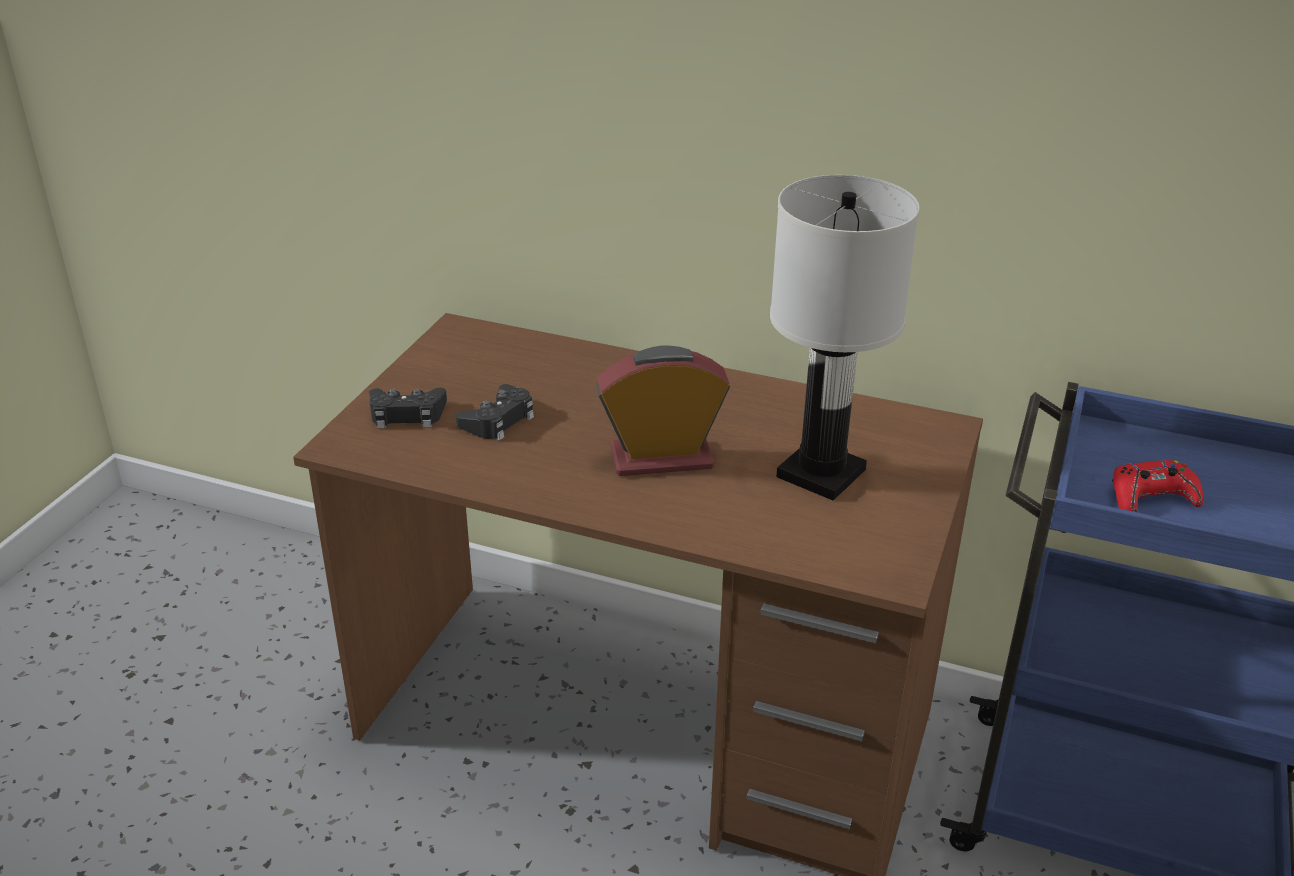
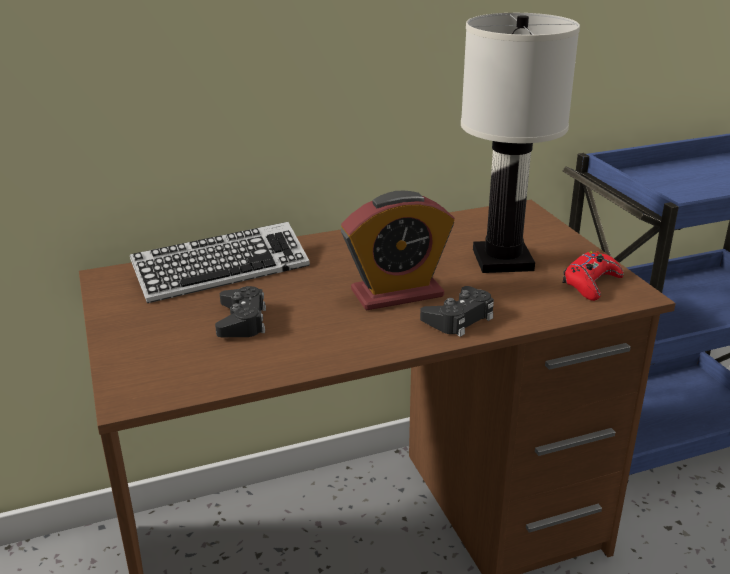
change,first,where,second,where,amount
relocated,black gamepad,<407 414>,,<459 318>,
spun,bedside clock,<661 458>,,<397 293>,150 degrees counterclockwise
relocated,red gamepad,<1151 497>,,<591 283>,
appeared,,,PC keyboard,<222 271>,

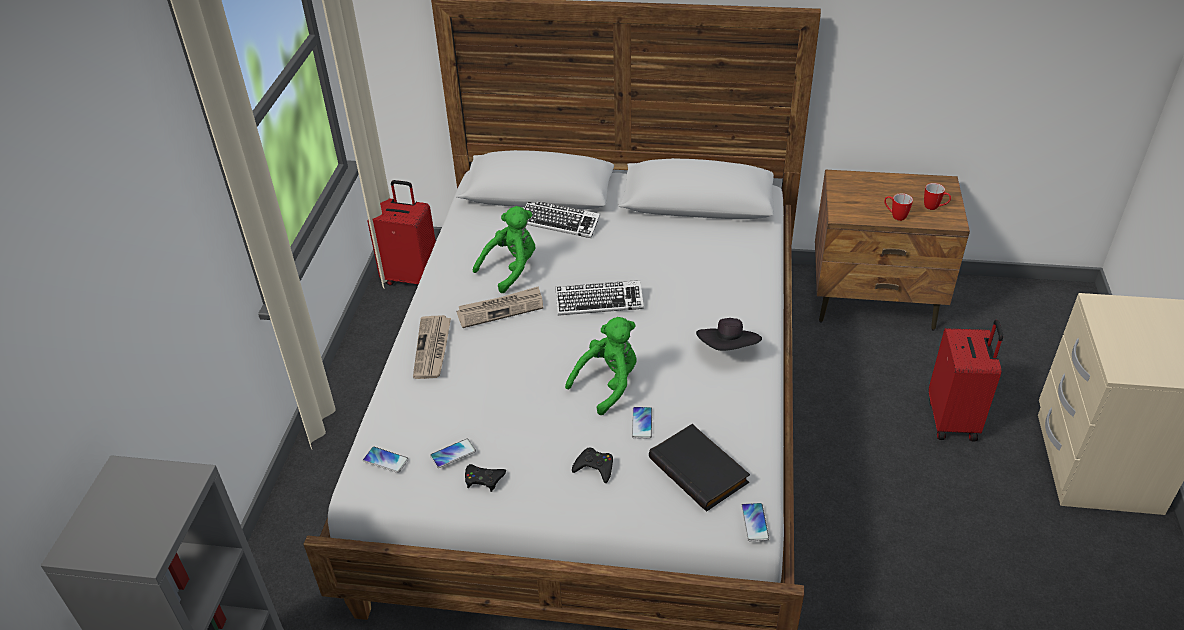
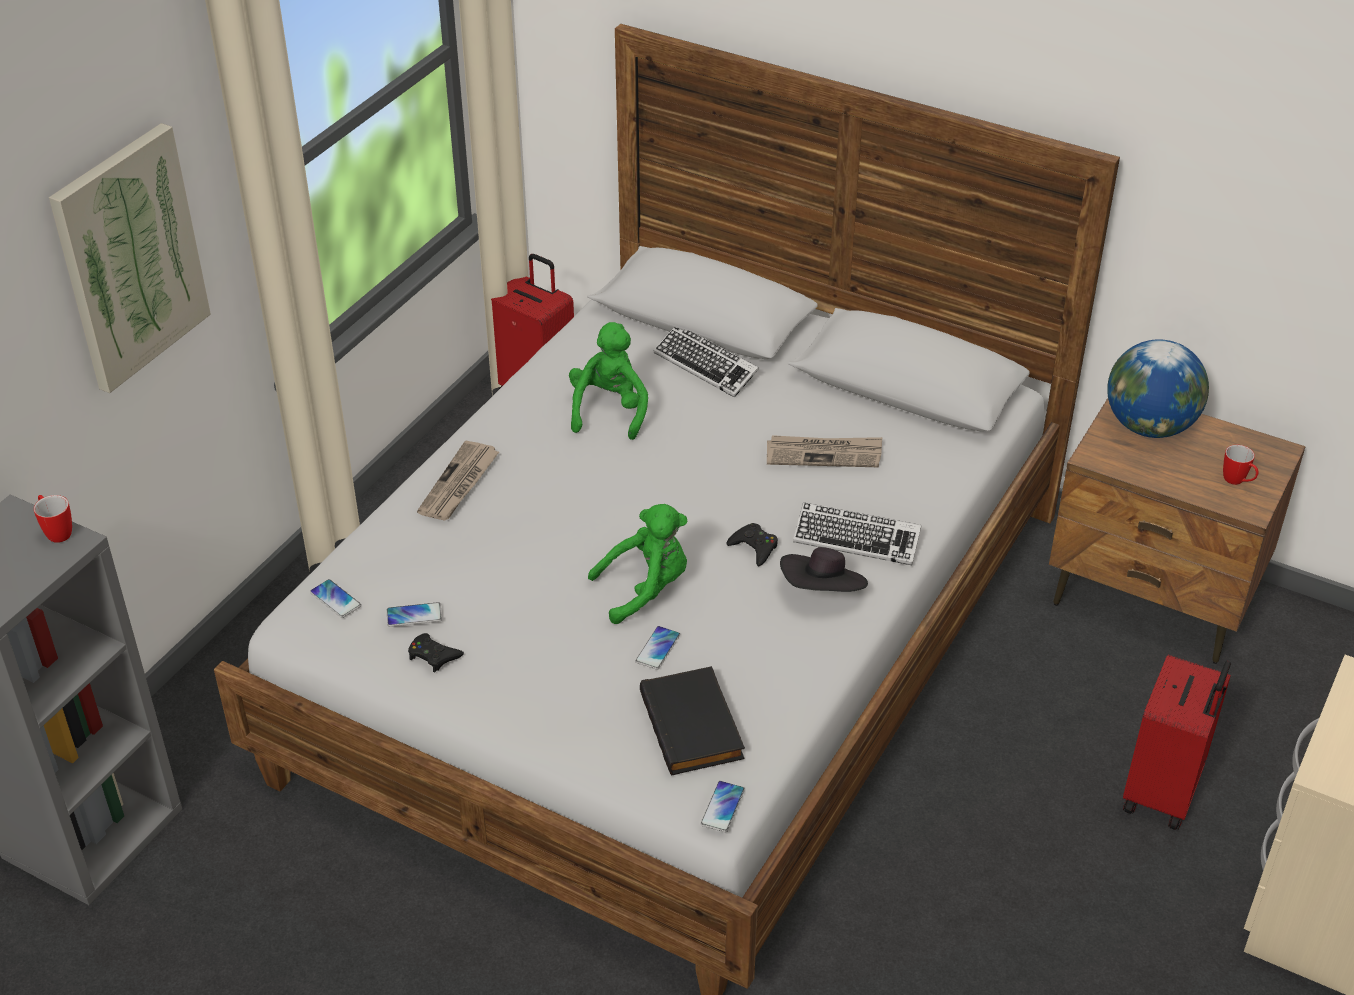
change,first,where,second,where,amount
relocated,newspaper,<501 309>,,<824 454>,
spun,greenish soft toy,<511 269>,,<609 410>,60 degrees counterclockwise
relocated,PC keyboard,<599 302>,,<856 539>,
relocated,black gamepad,<595 467>,,<754 547>,
relocated,tea mug,<895 216>,,<56 532>,
appeared,,,wall picture,<129 257>,
appeared,,,globe,<1149 427>,

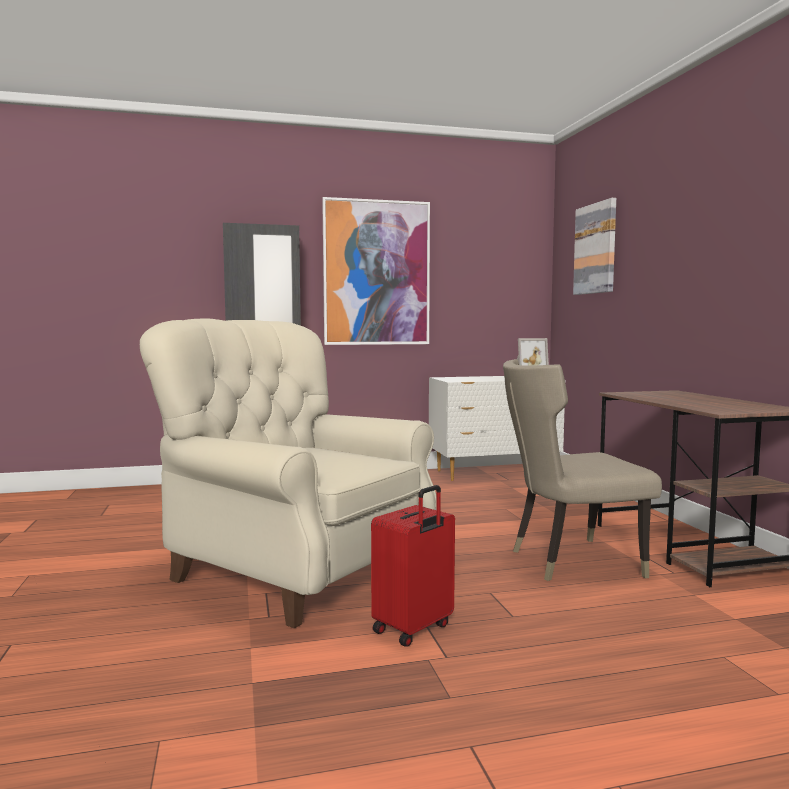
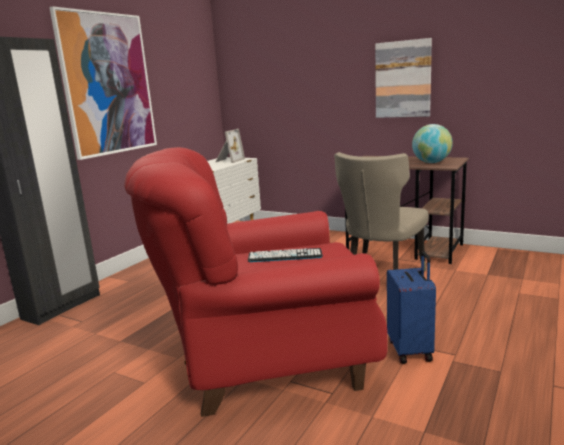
change,first,where,second,where,amount
colour,beige-coloured lounge chair,<290 571>,red lounge chair,<266 359>,
colour,red travel case,<414 629>,bluish travel case,<411 350>,
relocated,wall picture,<595 249>,,<403 79>,
appeared,,,PC keyboard,<285 256>,
appeared,,,globe,<431 162>,

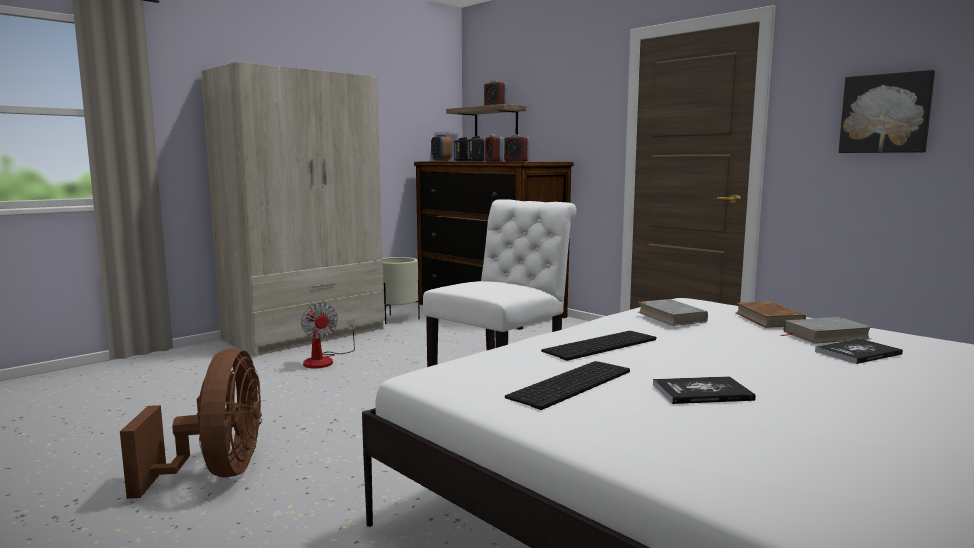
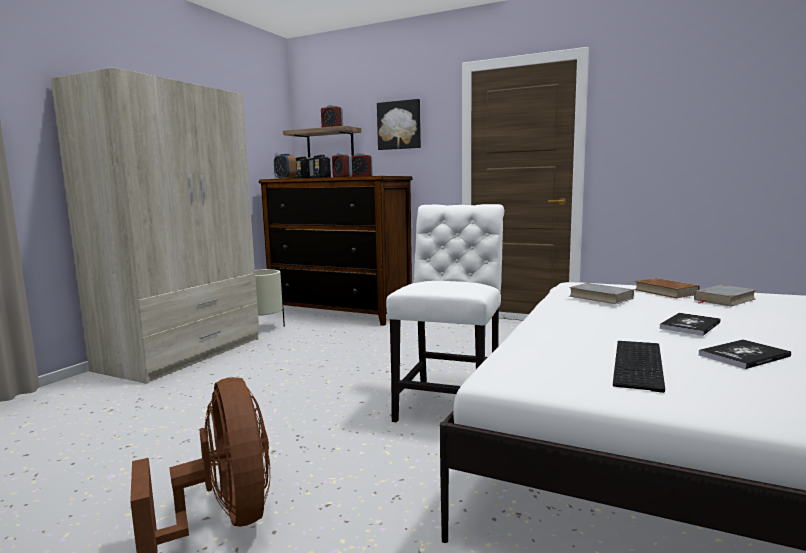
change,first,where,second,where,amount
missing,cooling fan,<324 360>,,,
missing,PC keyboard,<601 346>,,,
relocated,book,<858 353>,,<690 325>,
relocated,wall picture,<885 113>,,<399 125>,

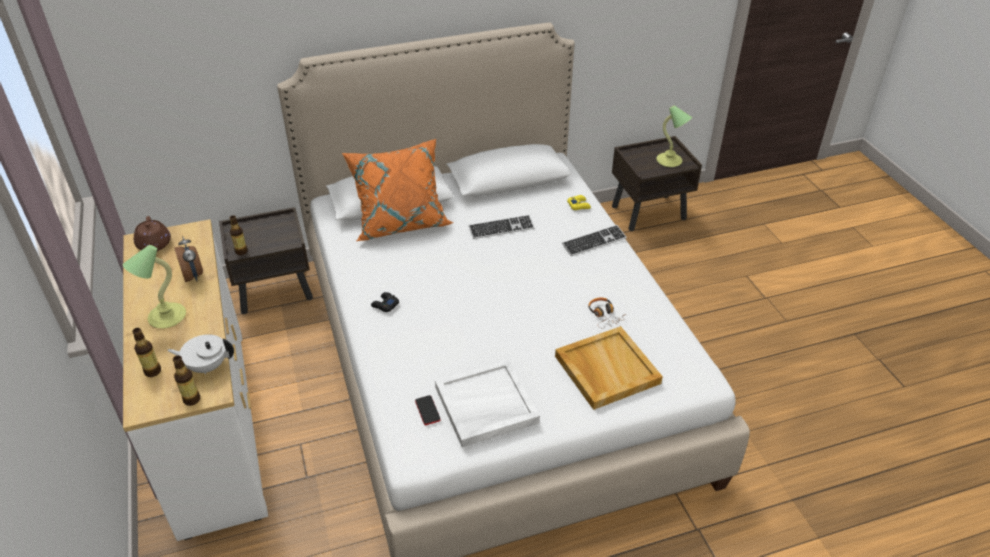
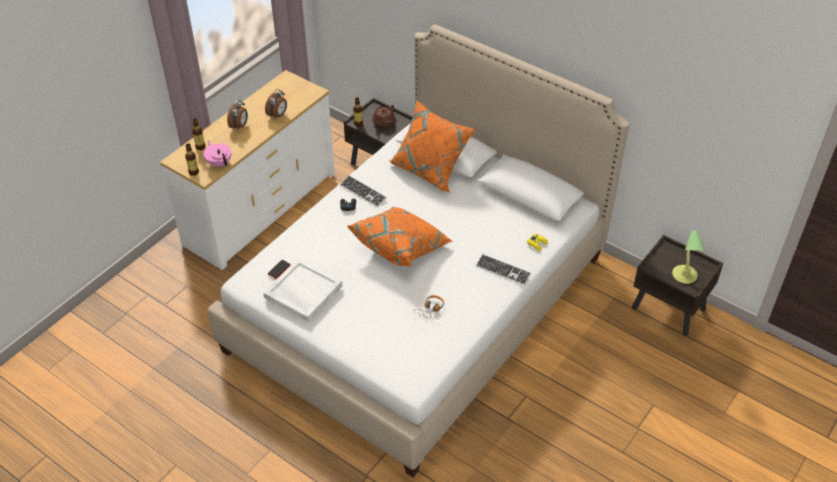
change,first,where,second,where,amount
exchanged,lamp for a table,<165 317>,bedside clock,<239 126>,
relocated,brown-coloured teapot,<154 245>,,<383 122>,
colour,white teapot,<207 366>,pink teapot,<219 163>,
relocated,PC keyboard,<501 228>,,<363 192>,
missing,beige-coloured carrying tray,<606 369>,,,
appeared,,,orange-coloured pillow,<401 246>,

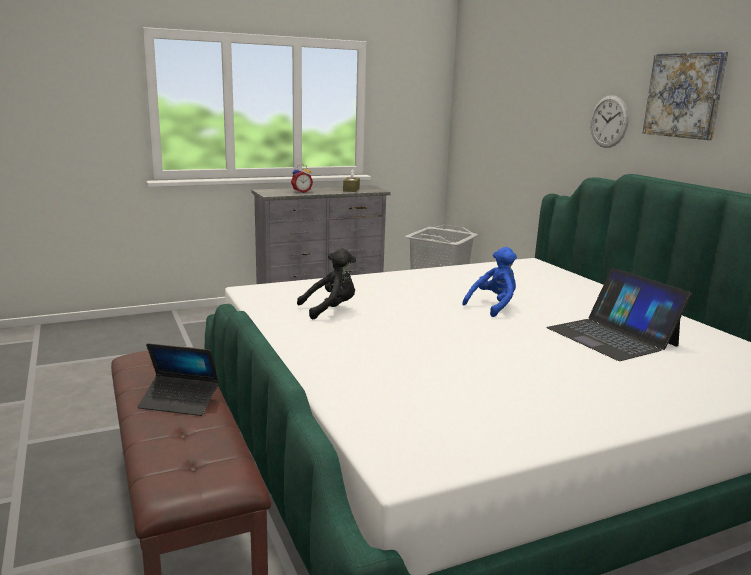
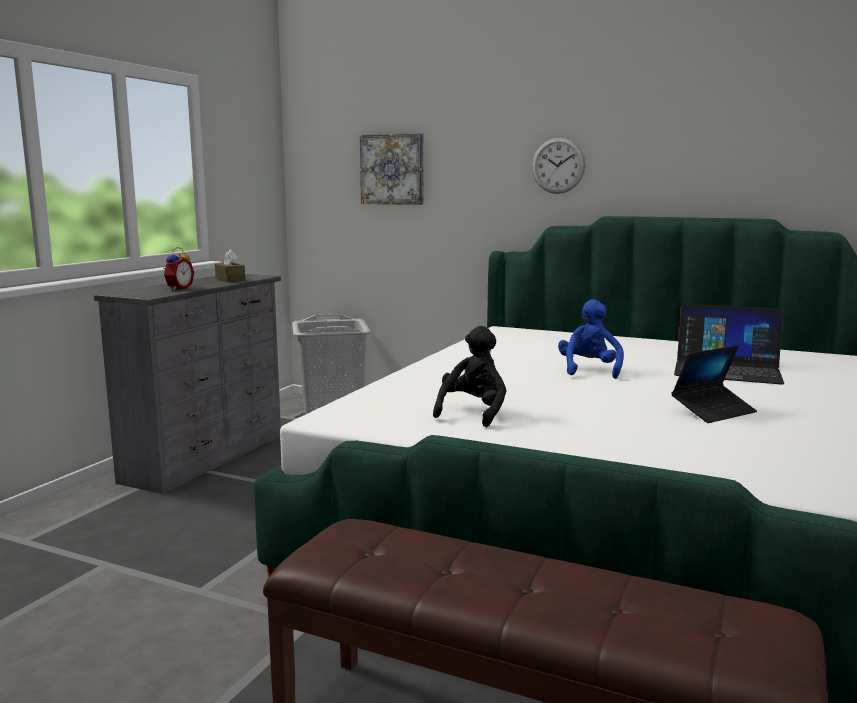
change,first,where,second,where,amount
relocated,portable computer,<179 402>,,<713 411>,
relocated,wall picture,<685 95>,,<392 169>,

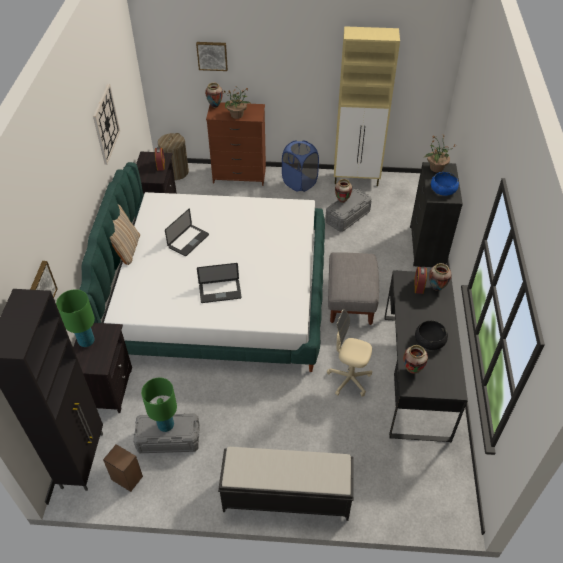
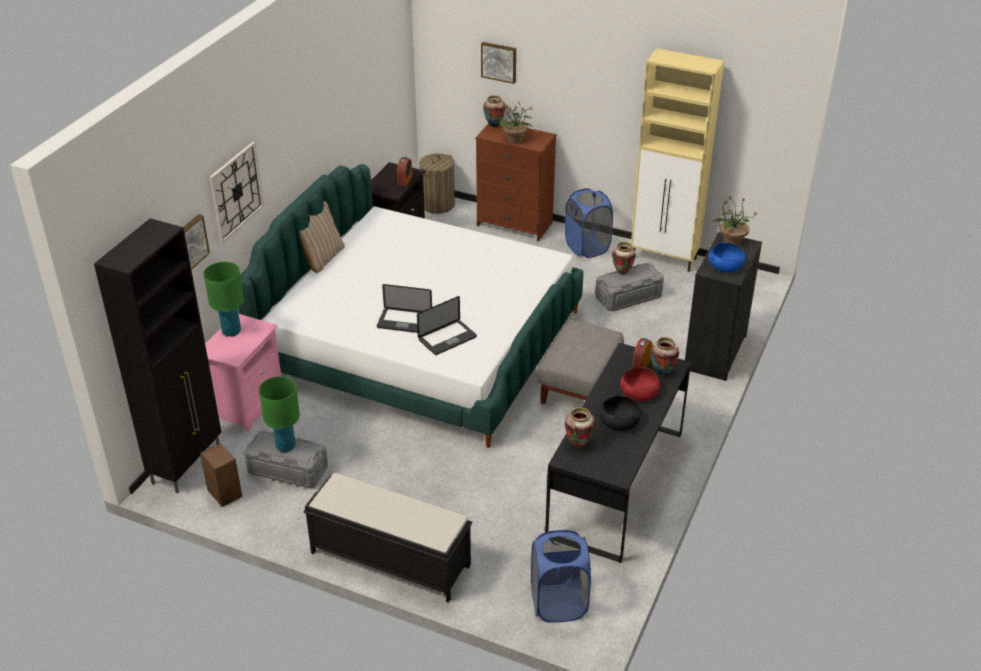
change,first,where,second,where,amount
colour,black night table,<108 388>,pink night table,<247 405>,
relocated,clock on the wall,<106 124>,,<236 191>,
relocated,portable computer,<188 241>,,<447 338>,
missing,beige-coloured desk chair,<349 379>,,,
appeared,,,bluish hamper,<558 603>,
appeared,,,red deep dish,<639 392>,

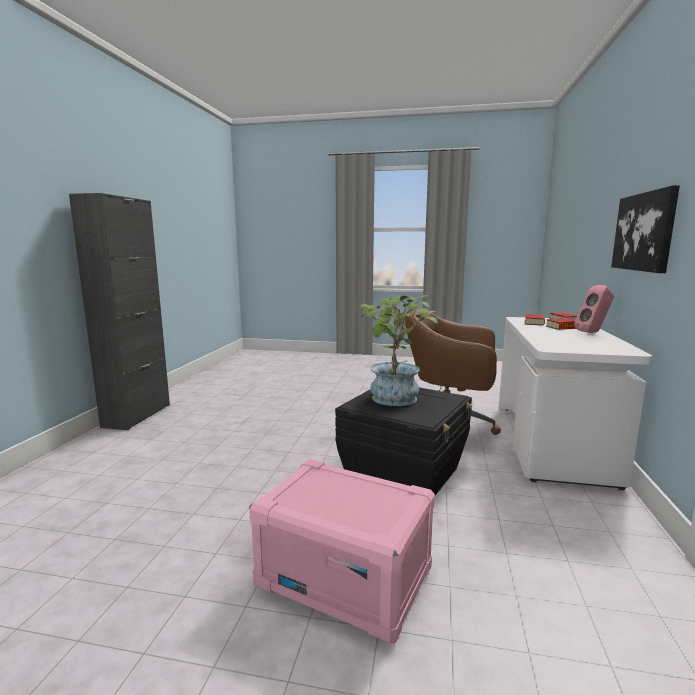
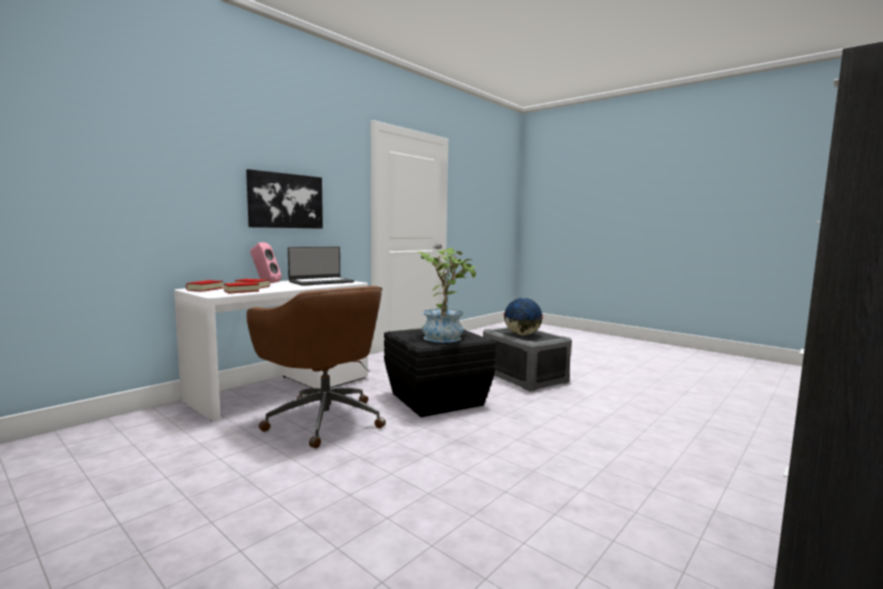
change,first,where,second,where,amount
colour,pink storage box,<345 576>,grey storage box,<523 377>,
appeared,,,portable computer,<321 282>,
appeared,,,globe,<522 335>,

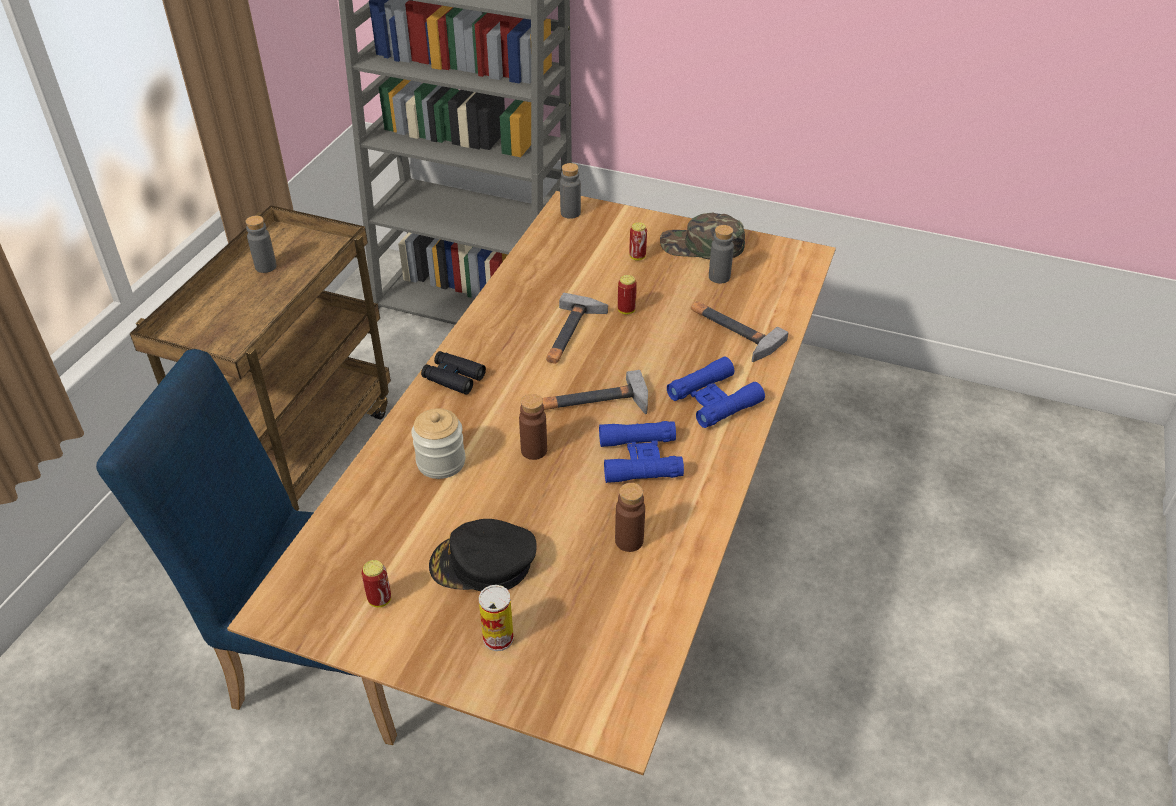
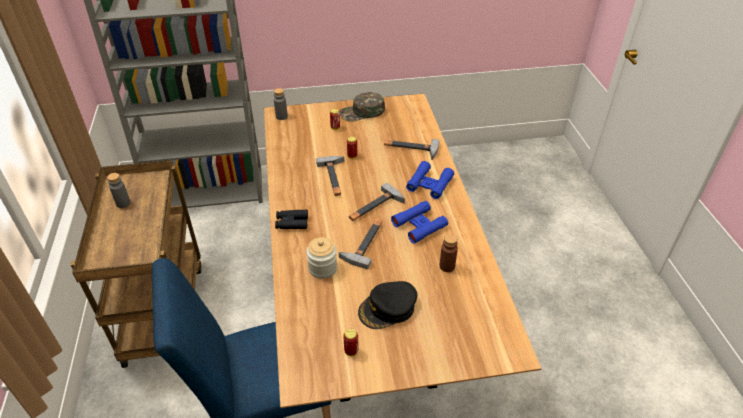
change,first,where,second,where,amount
missing,metal can,<498 638>,,,
exchanged,brown-coloured drink bottle,<534 450>,tool hammer,<365 242>,
missing,grey drink bottle,<719 277>,,,

